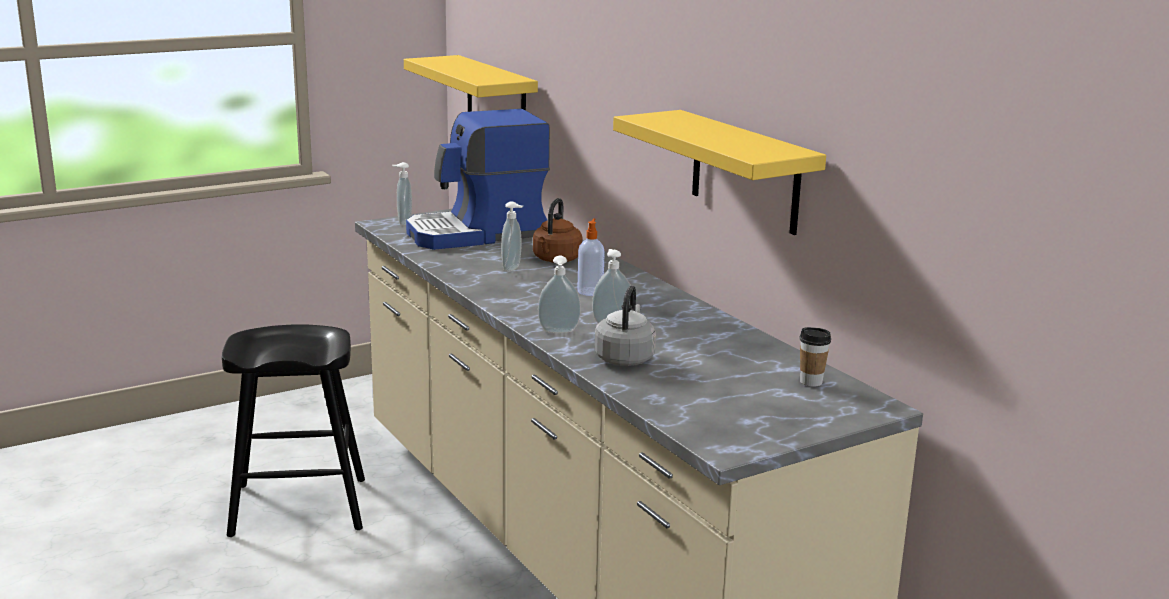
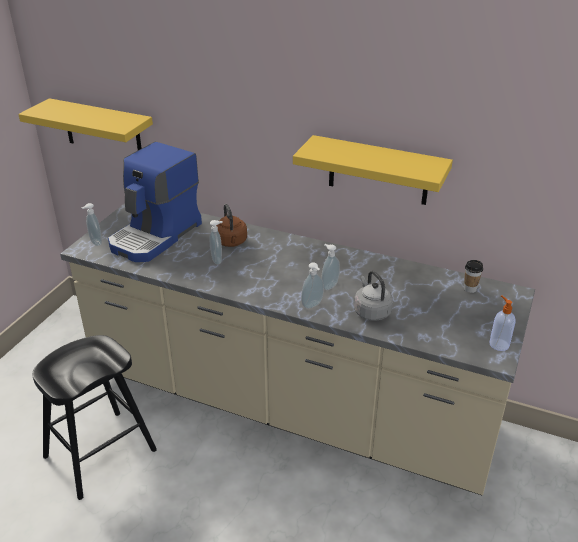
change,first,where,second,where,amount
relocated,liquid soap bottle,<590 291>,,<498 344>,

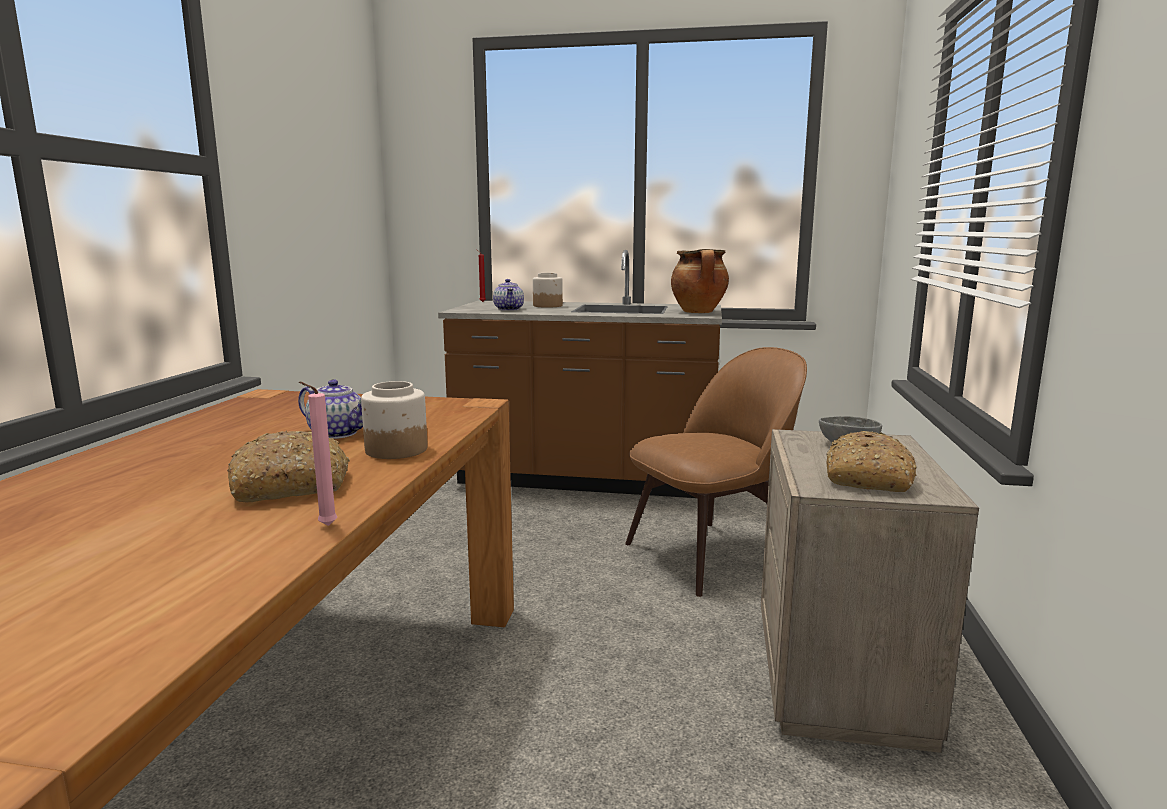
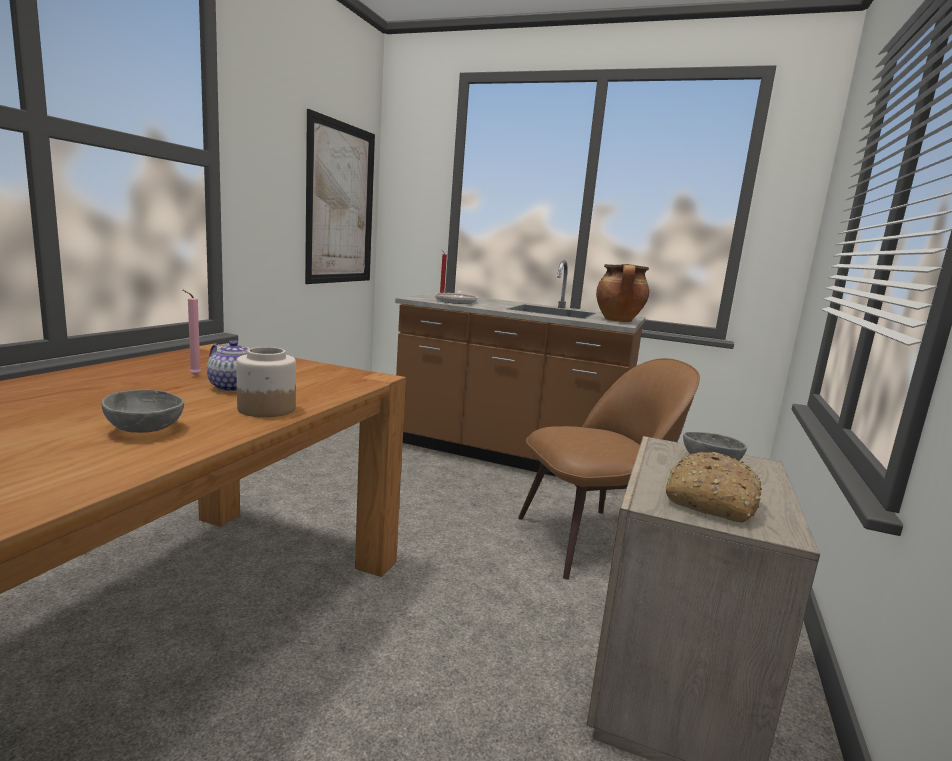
change,first,where,second,where,amount
exchanged,baked bread,<292 485>,grey deep dish,<147 429>,
relocated,pink wax candle,<325 526>,,<193 375>,
exchanged,teapot,<509 309>,frying pan,<456 301>,
missing,preserve jar,<548 306>,,,
appeared,,,wall picture,<341 204>,

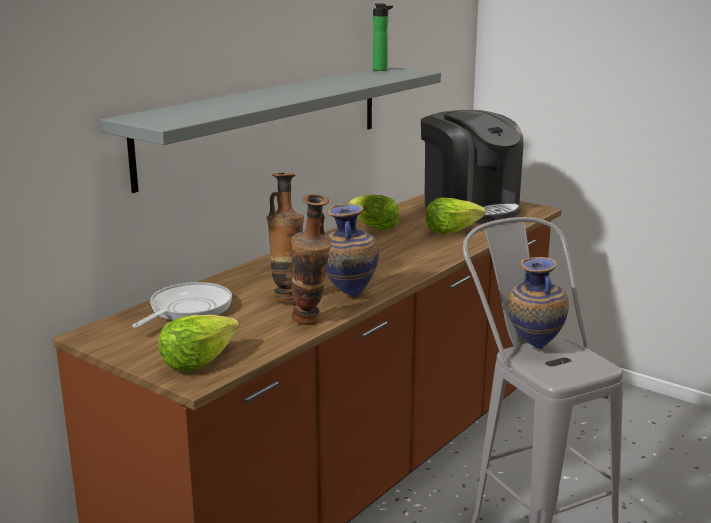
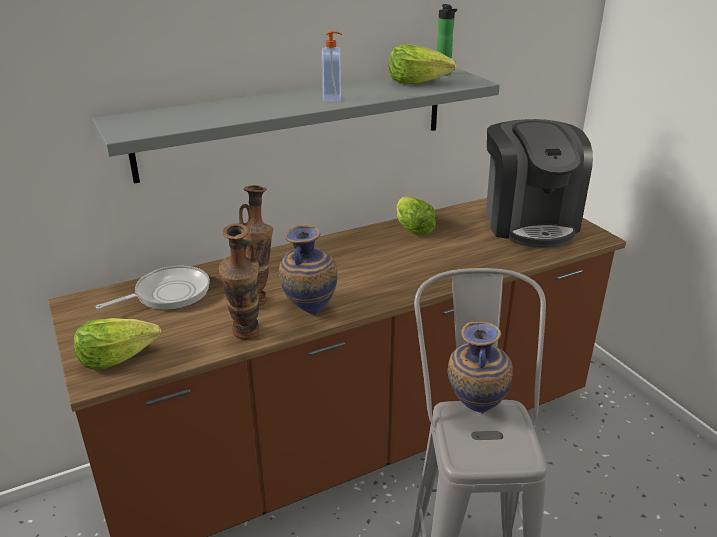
change,first,where,second,where,amount
relocated,lettuce,<451 230>,,<417 82>,
appeared,,,liquid soap bottle,<333 98>,

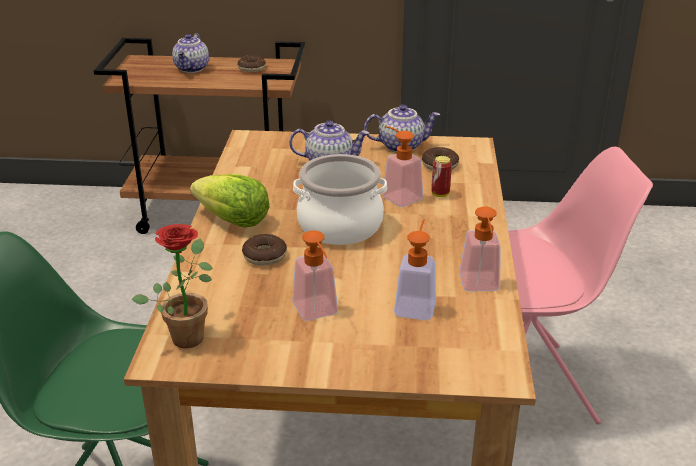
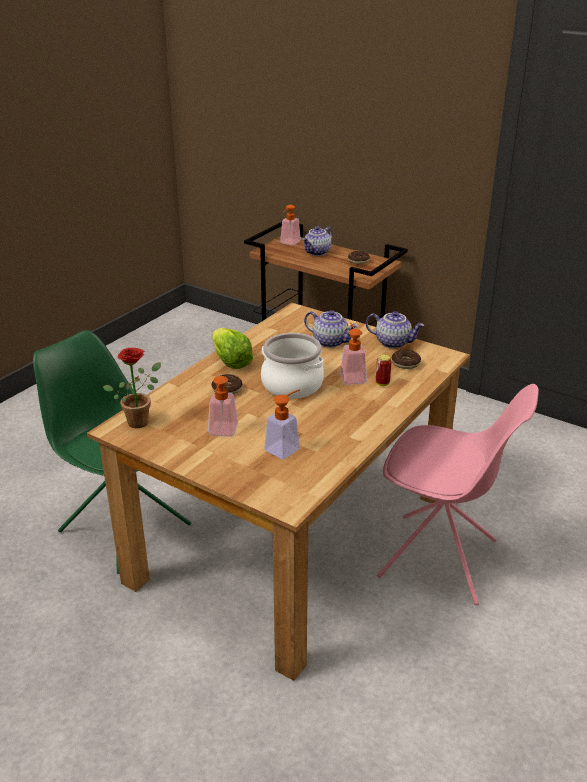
change,first,where,second,where,amount
relocated,liquid soap bottle,<480 287>,,<288 243>,

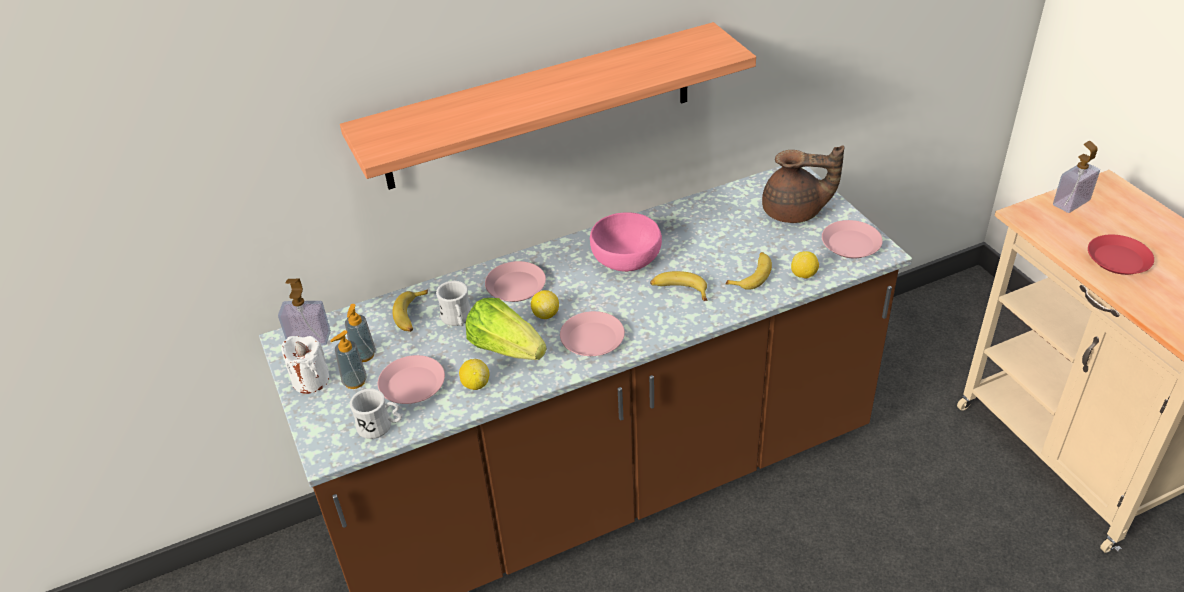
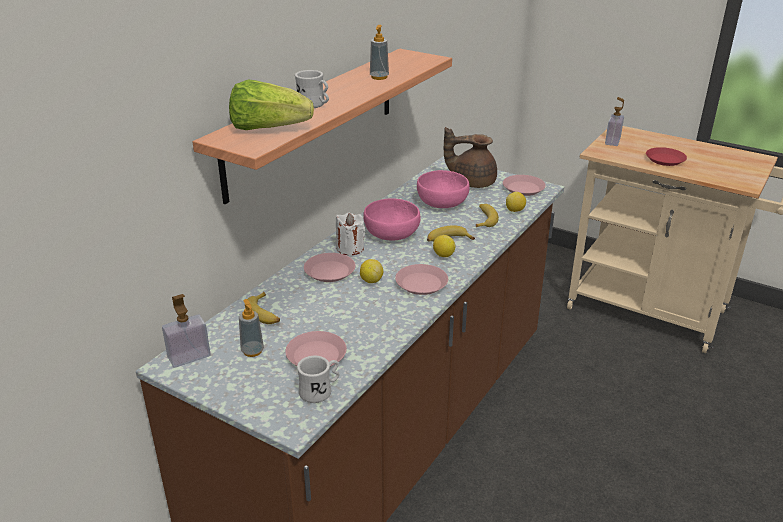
change,first,where,second,where,amount
relocated,white wax candle,<310 380>,,<350 248>,
relocated,liquid soap bottle,<354 381>,,<379 77>,
relocated,white tea mug,<457 320>,,<314 105>,
relocated,citrus fruit,<475 384>,,<443 255>,
relocated,lettuce,<506 348>,,<268 128>,
spun,brown-coloured teapot,<794 212>,,<471 182>,150 degrees counterclockwise
appeared,,,pink deep dish,<441 203>,

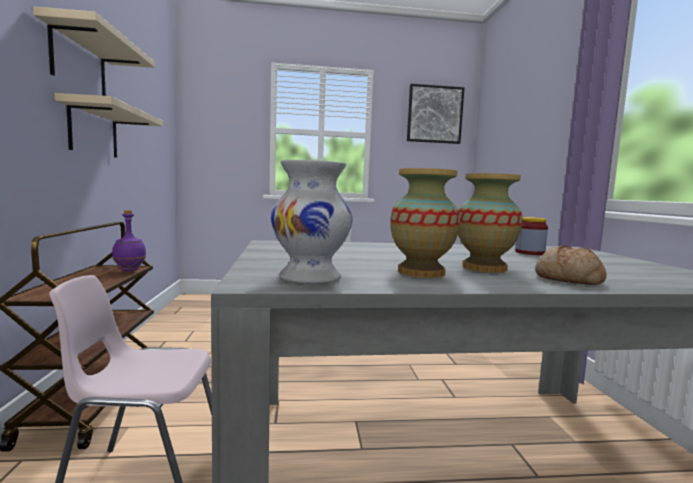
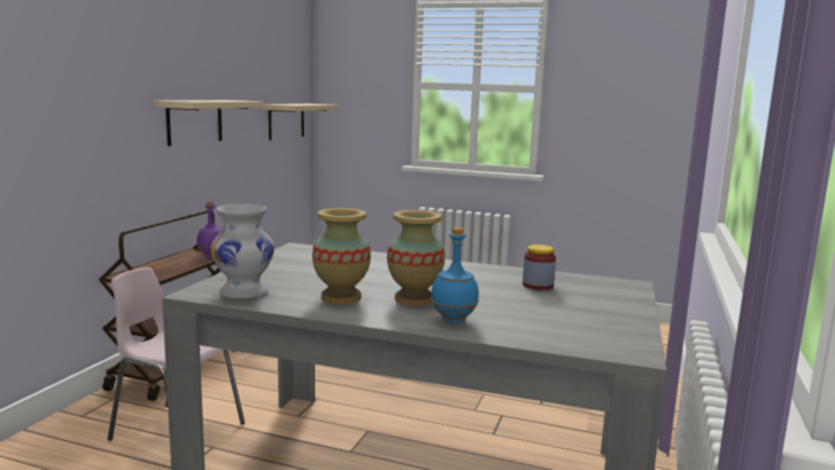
change,first,where,second,where,amount
relocated,beige-coloured shelf,<79 62>,,<286 121>,
missing,wall picture,<434 114>,,,
exchanged,baked bread,<567 279>,bluish drink bottle,<453 320>,

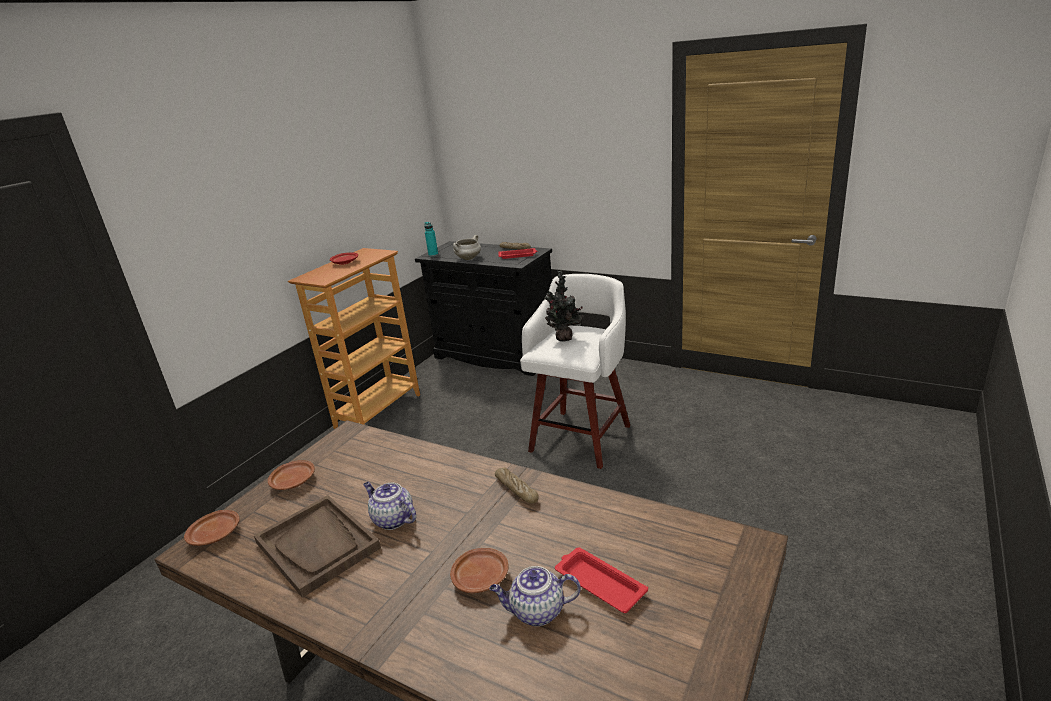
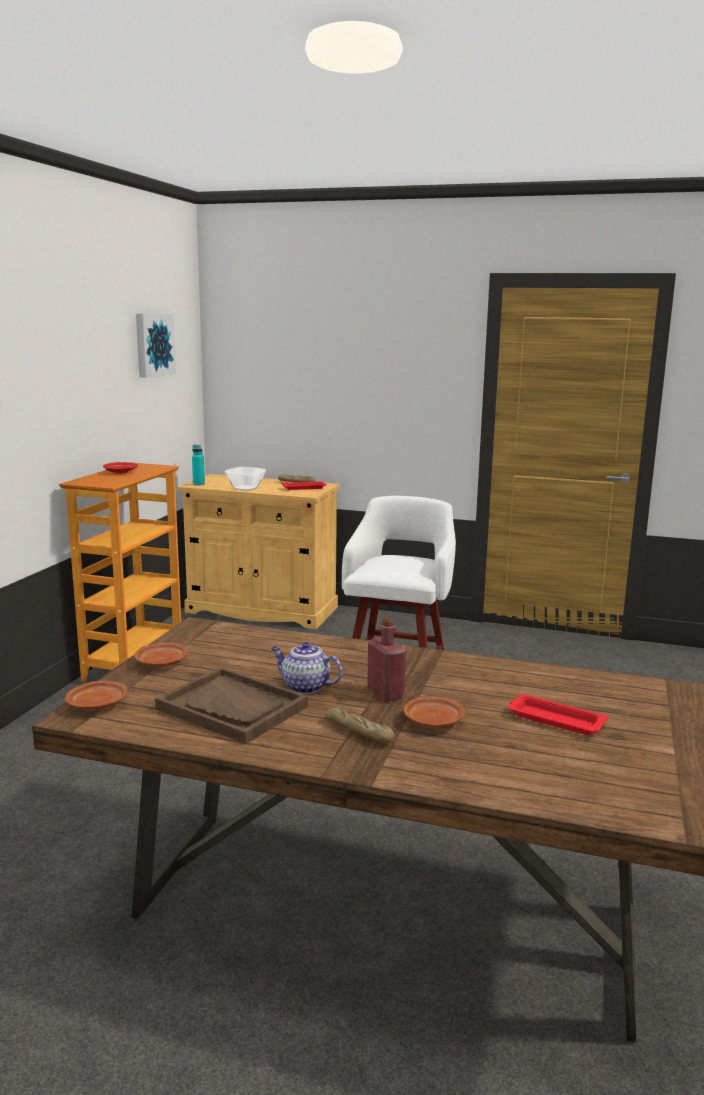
change,first,where,second,where,amount
colour,black cupboard,<496 355>,beige-coloured cupboard,<262 610>,
exchanged,white stockpot,<468 259>,deep dish,<245 488>,
missing,teapot,<536 612>,,,
relocated,baked bread,<516 490>,,<358 732>,
missing,plant in a pot,<564 339>,,,
appeared,,,wall picture,<153 344>,
appeared,,,red drink bottle,<385 693>,

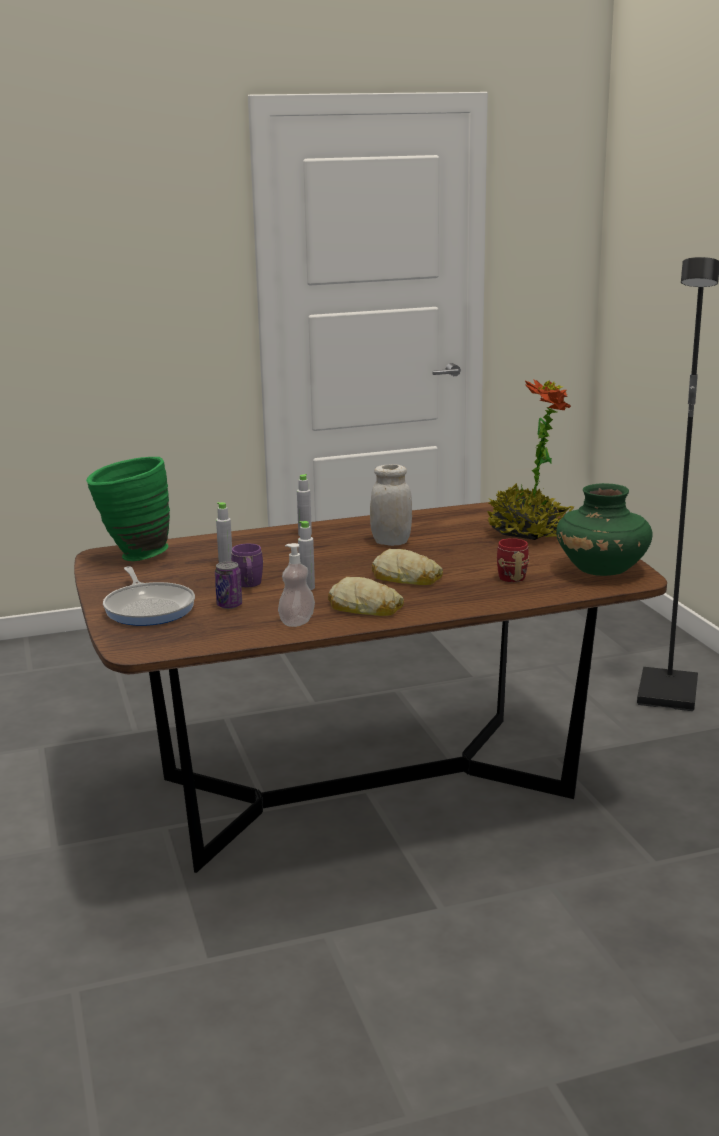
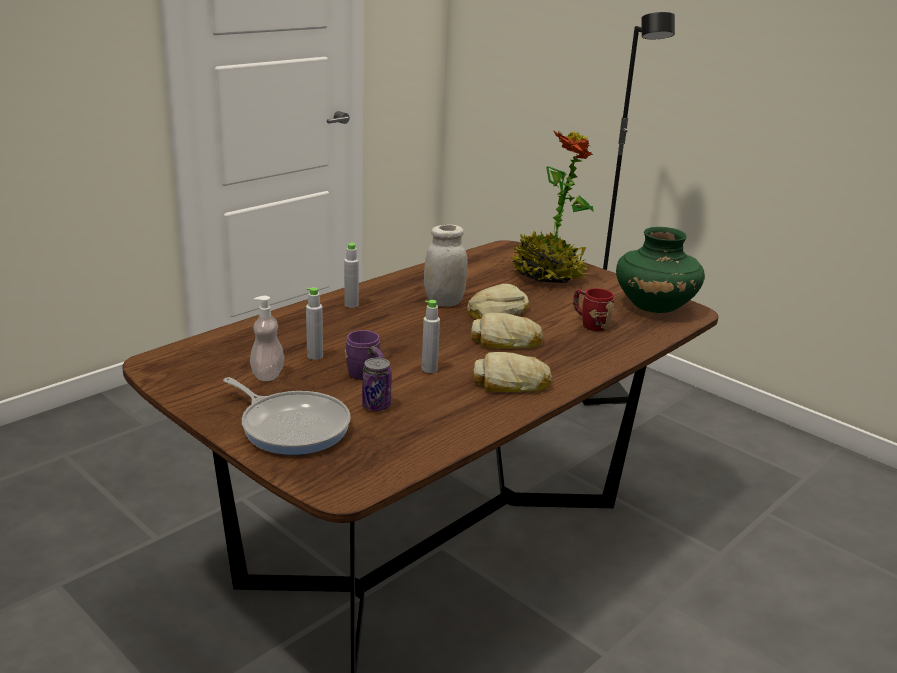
change,first,where,second,where,amount
missing,greenish flower vase,<133 556>,,,
relocated,liquid soap bottle,<297 622>,,<267 374>,
appeared,,,baked bread,<495 311>,

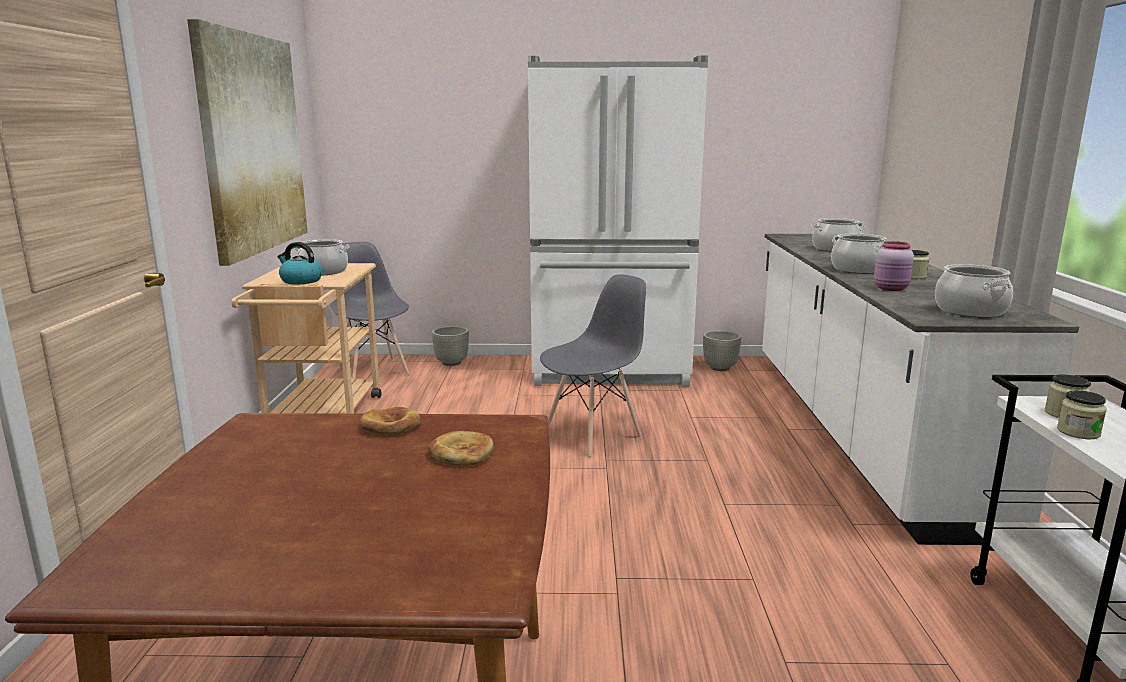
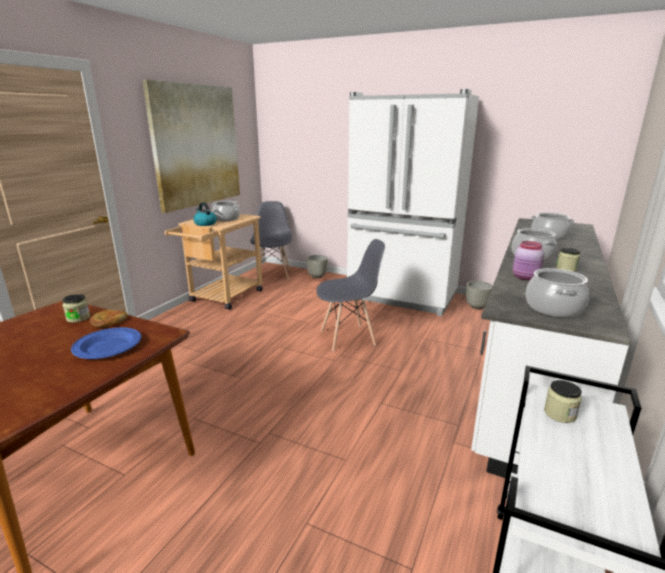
change,first,where,second,where,amount
exchanged,baked bread,<461 453>,bluish dinner plate,<108 346>,
relocated,preserve jar,<1078 432>,,<78 318>,

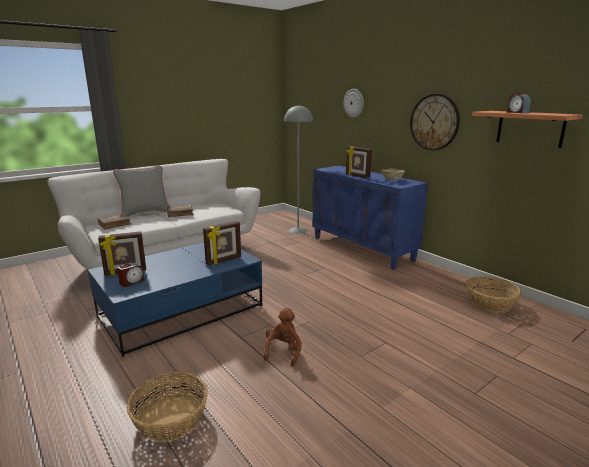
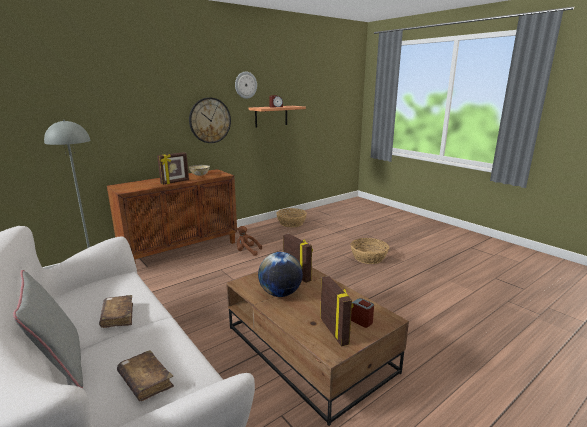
change,first,where,second,where,amount
colour,bluish lounge table,<182 310>,brown-coloured lounge table,<307 348>,
relocated,storage basket,<171 419>,,<369 257>,
relocated,brown-coloured soft toy,<283 351>,,<247 252>,
colour,bluish cupboard,<363 248>,brown-coloured cupboard,<181 250>,
relocated,clock on the wall,<354 103>,,<245 85>,
appeared,,,globe,<280 293>,

